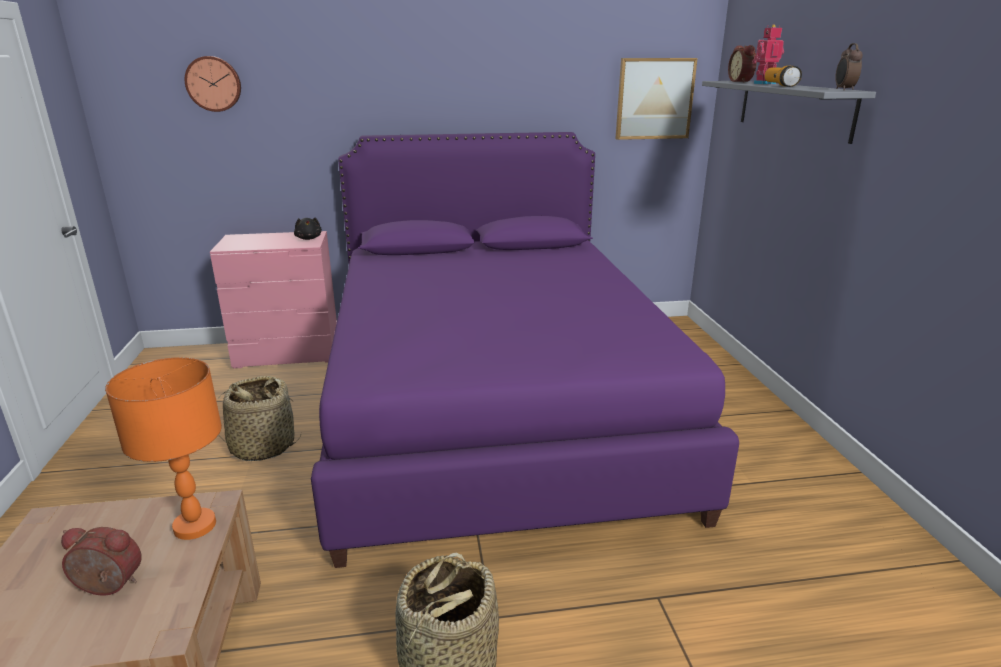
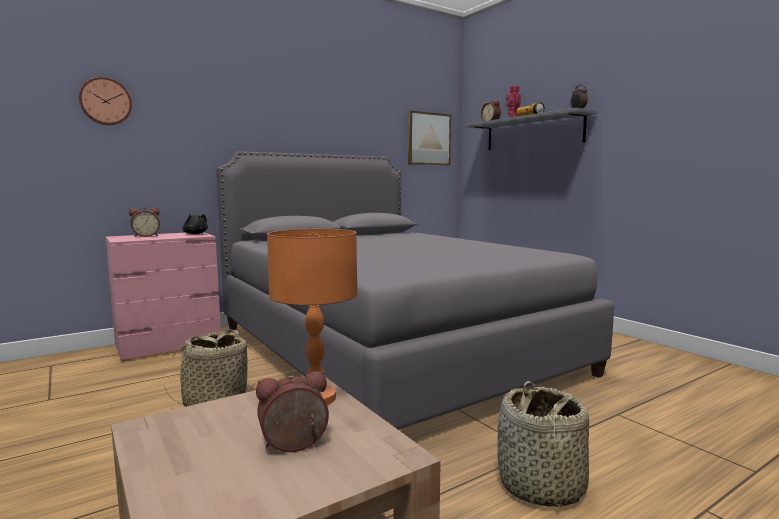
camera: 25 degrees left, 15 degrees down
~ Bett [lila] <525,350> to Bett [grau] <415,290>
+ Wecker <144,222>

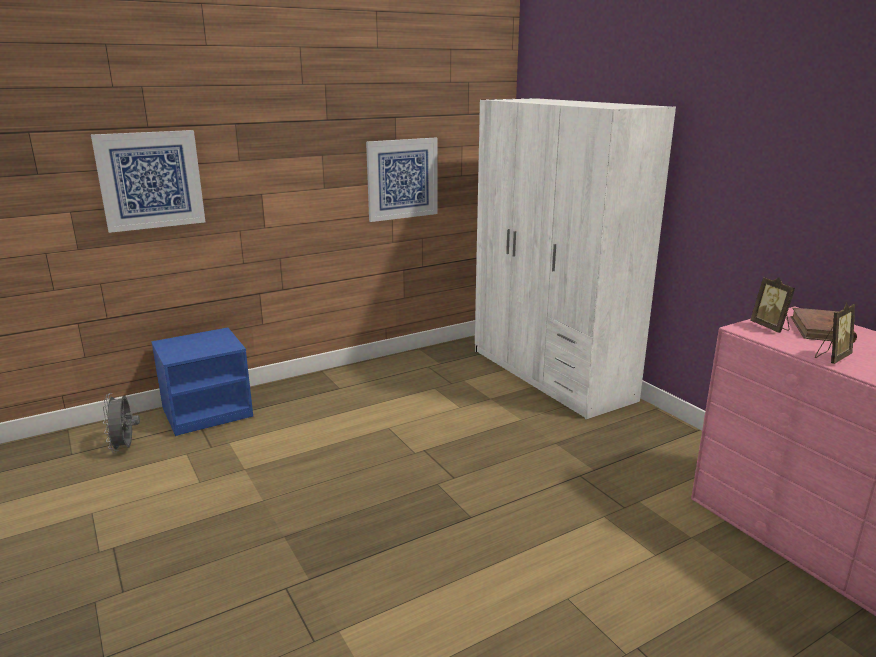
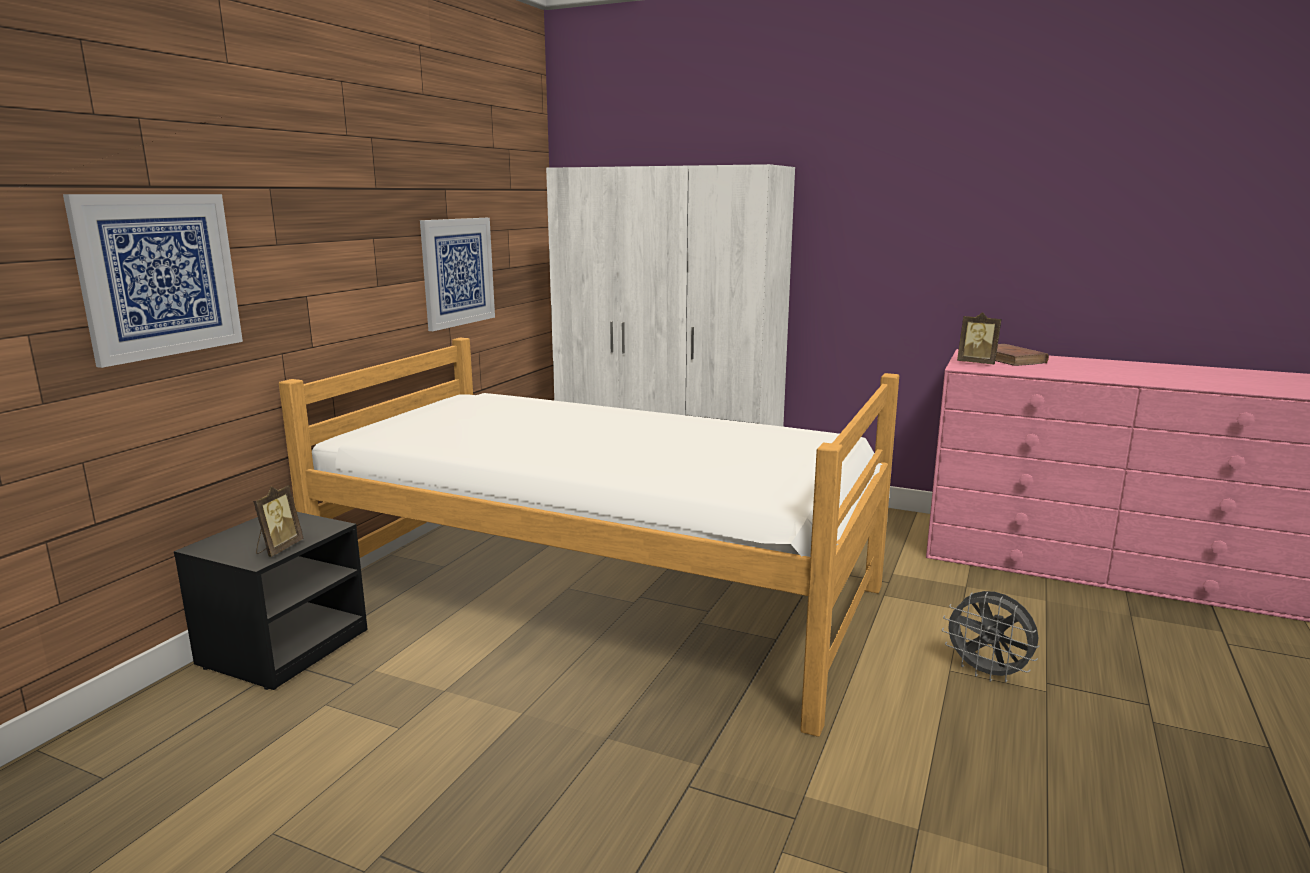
camera: 35 degrees left, 5 degrees down
~ Ventilator [grau] <121,423> to <991,636>
~ Nachttisch [blau] <202,381> to Nachttisch [schwarz] <271,601>
~ Bilderrahmen <835,333> to <278,521>
+ Bett <589,537>

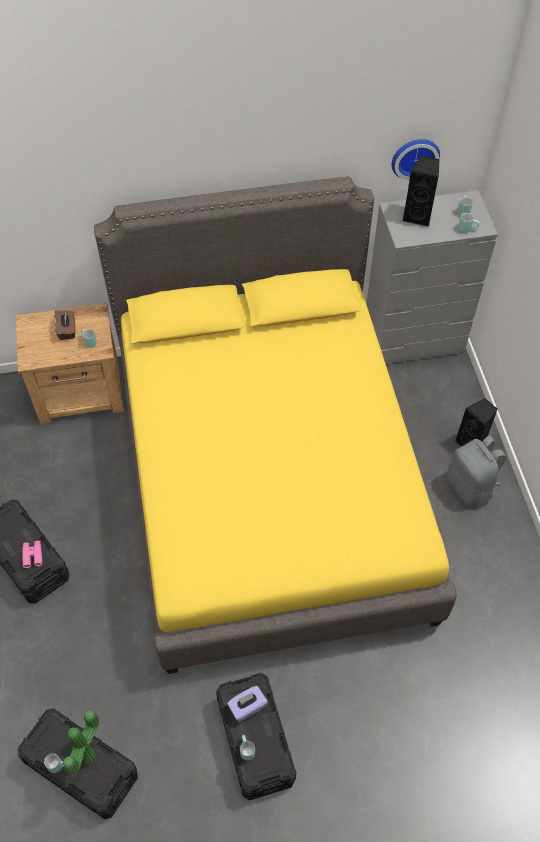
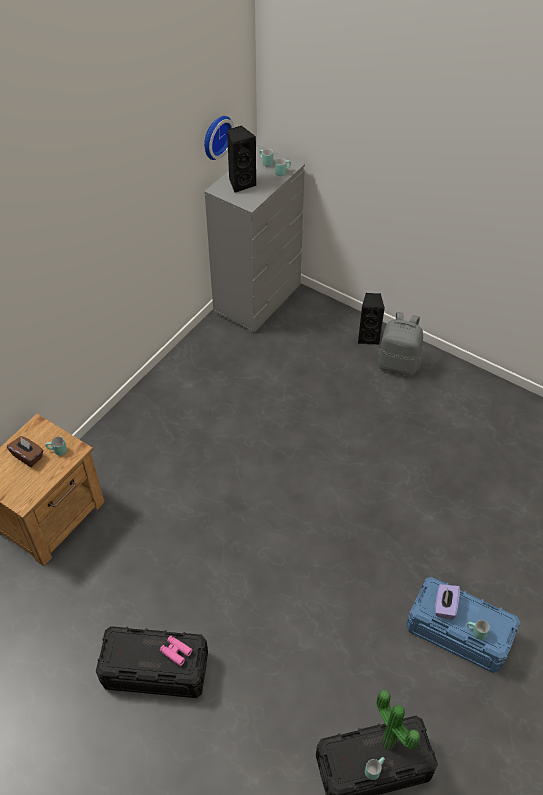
camera: 45 degrees left, 5 degrees down
- Bett [gelb] <275,425>
~ Aufbewahrungsbox [schwarz] <256,736> to Aufbewahrungsbox [blau] <463,625>

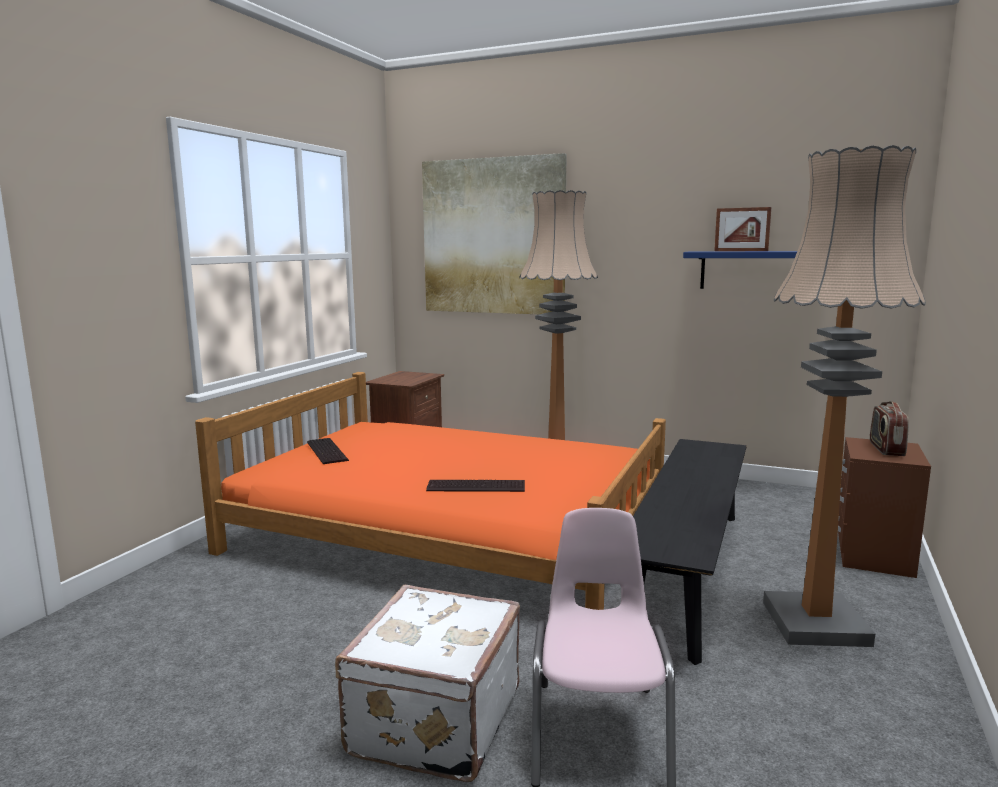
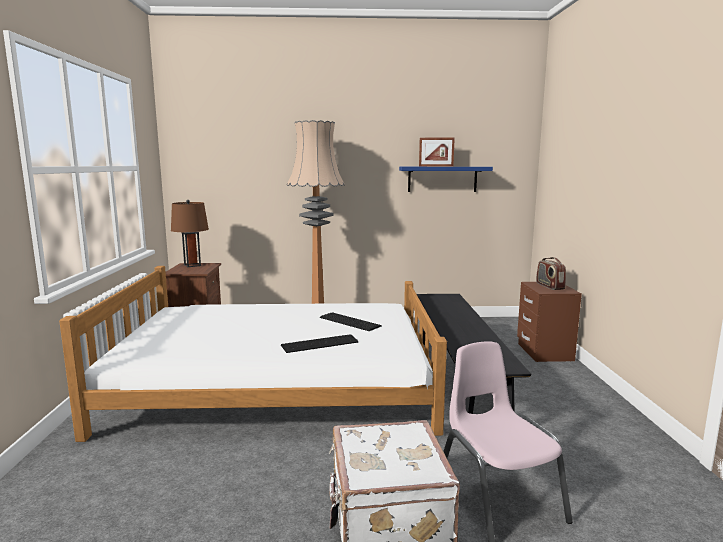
camera: 25 degrees left, 0 degrees up
~ Bett [orange] <430,491> to Bett [weiß] <253,354>
~ Tastatur <328,451> to <351,321>
- Bild <494,233>
- Stehlampe <844,396>
+ Tischlampe [braun] <190,233>

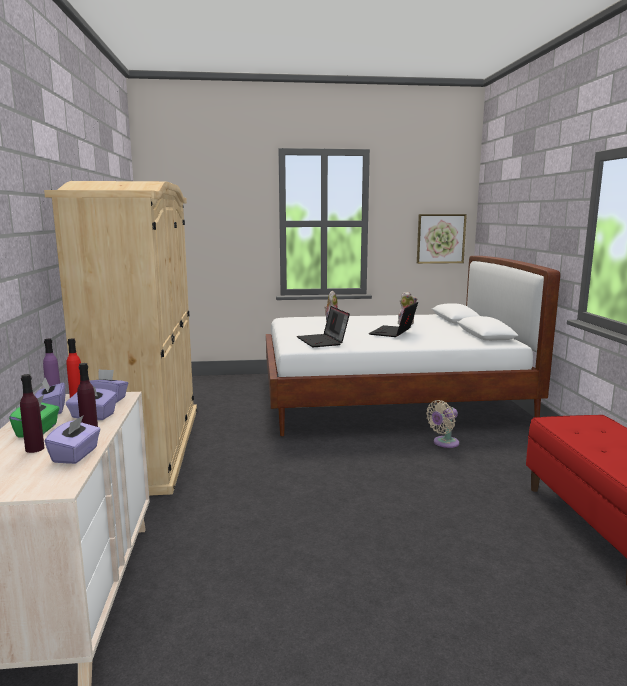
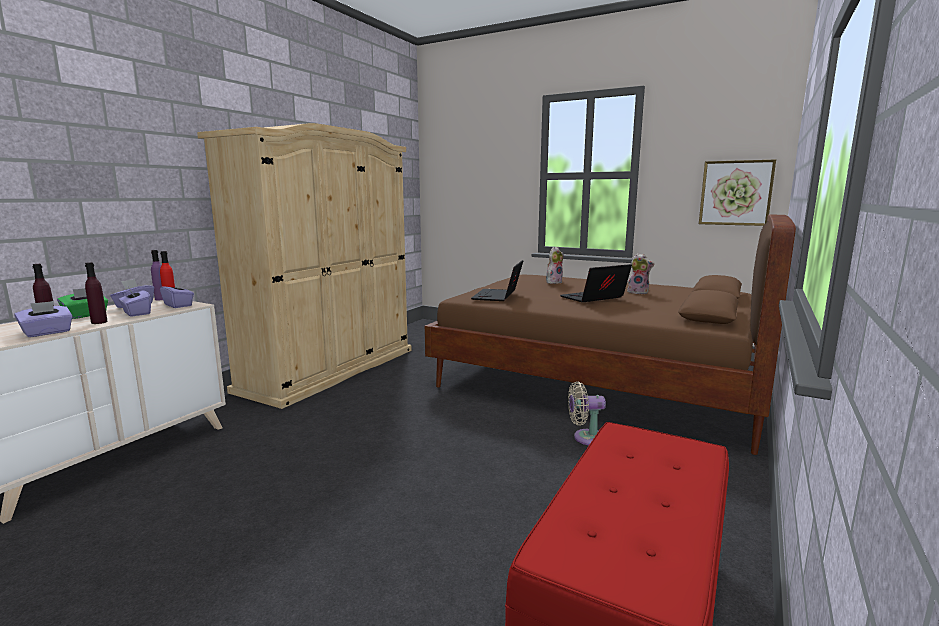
camera: 35 degrees right, 0 degrees up
~ Bett [weiß] <413,346> to Bett [braun] <610,335>

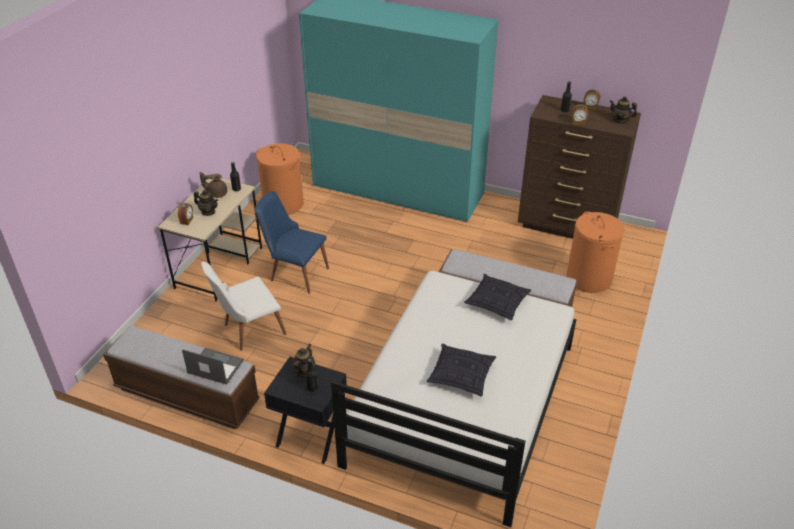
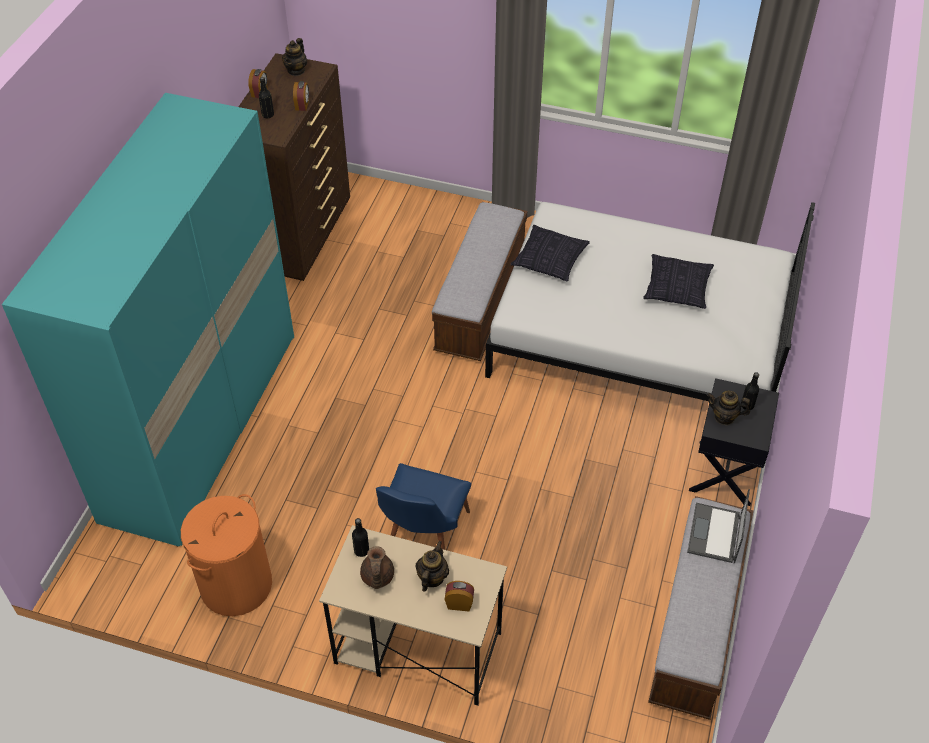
camera: 95 degrees left, 10 degrees up
- Stuhl [weiß] <243,306>
- Wäschekorb [orange] <596,252>

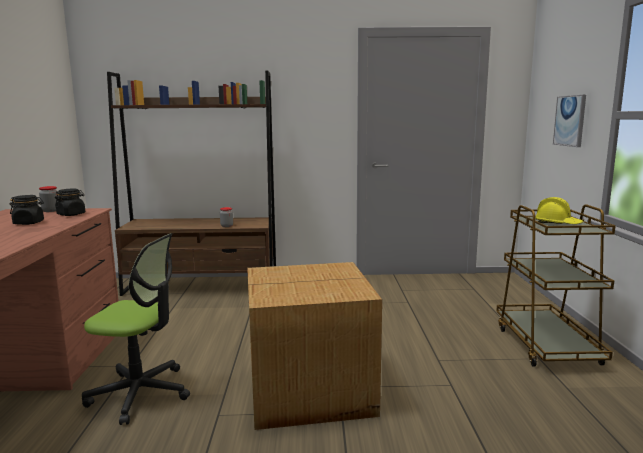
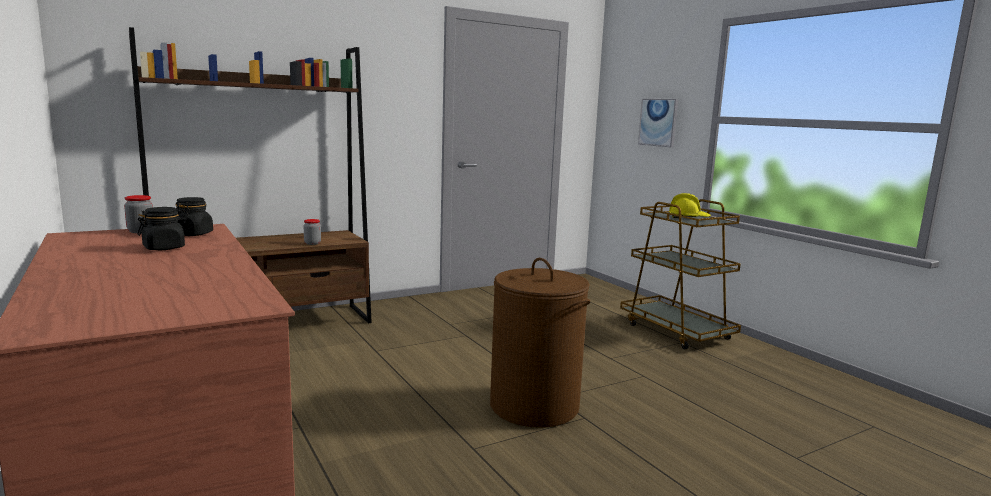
camera: 30 degrees left, 0 degrees up
- Bürostuhl <136,329>
~ Karton <314,346> to Wäschekorb [braun] <540,343>

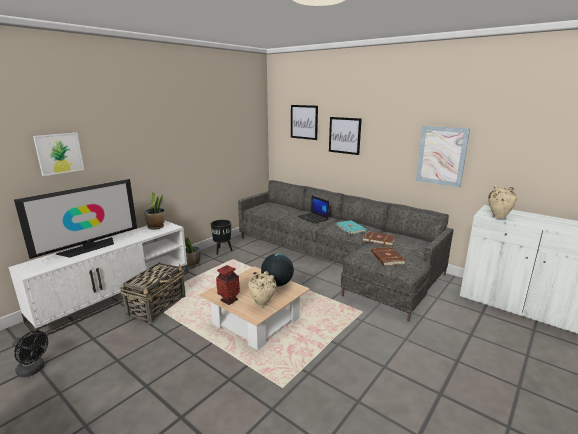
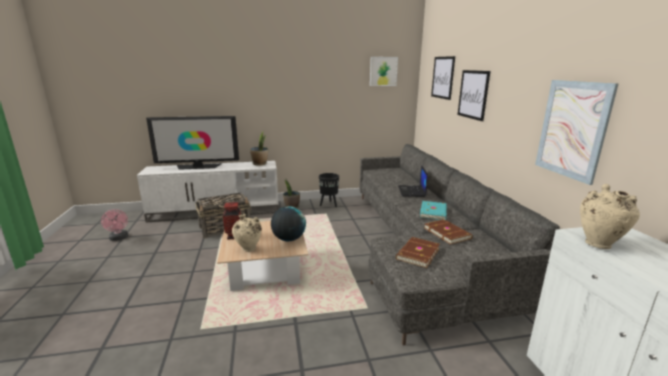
camera: 40 degrees right, 0 degrees up
~ Ventilator [schwarz] <30,354> to Ventilator [rosa] <114,225>
~ Bild <58,154> to <384,71>

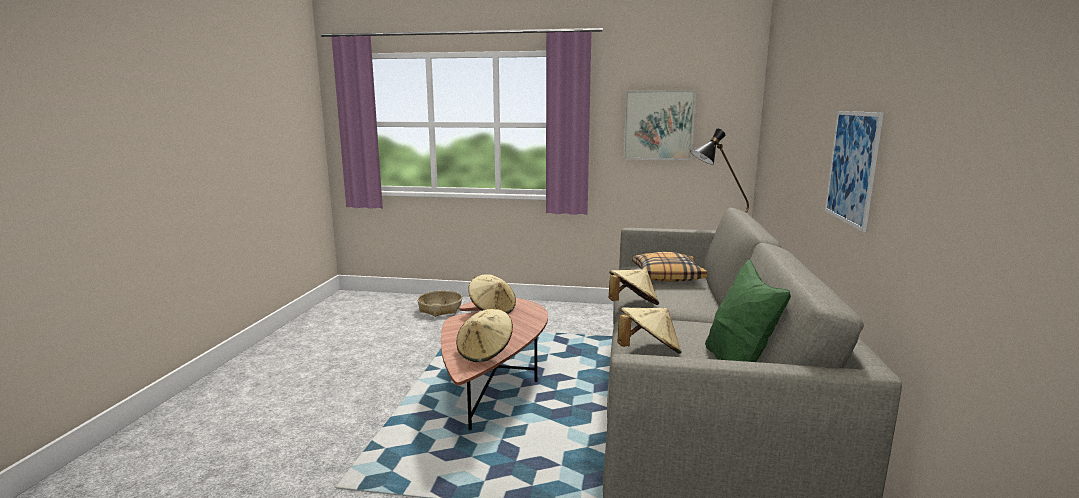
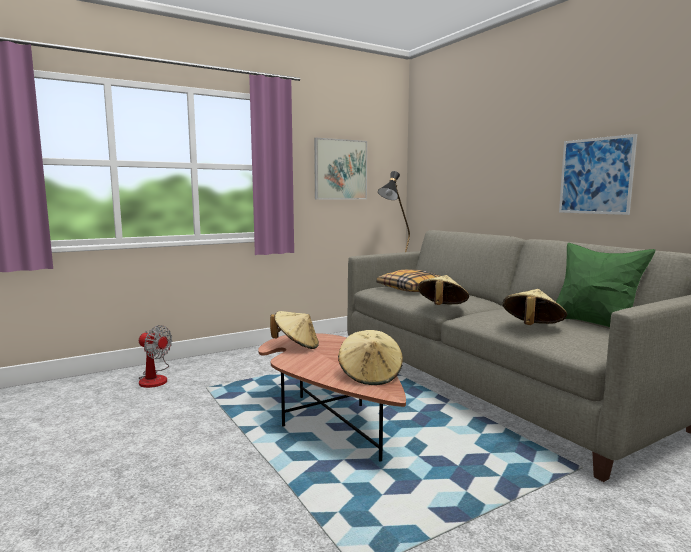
camera: 40 degrees left, 5 degrees down
~ Korb <439,304> to Ventilator <155,356>

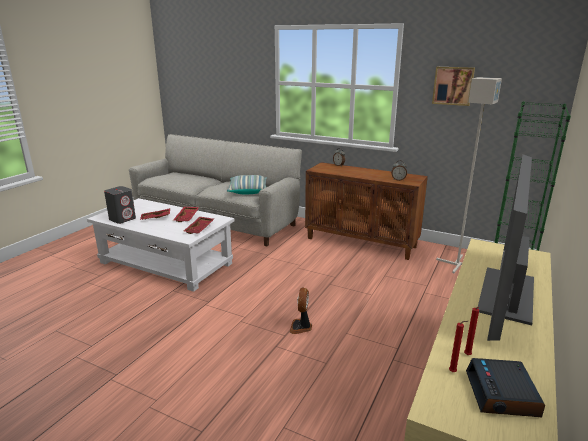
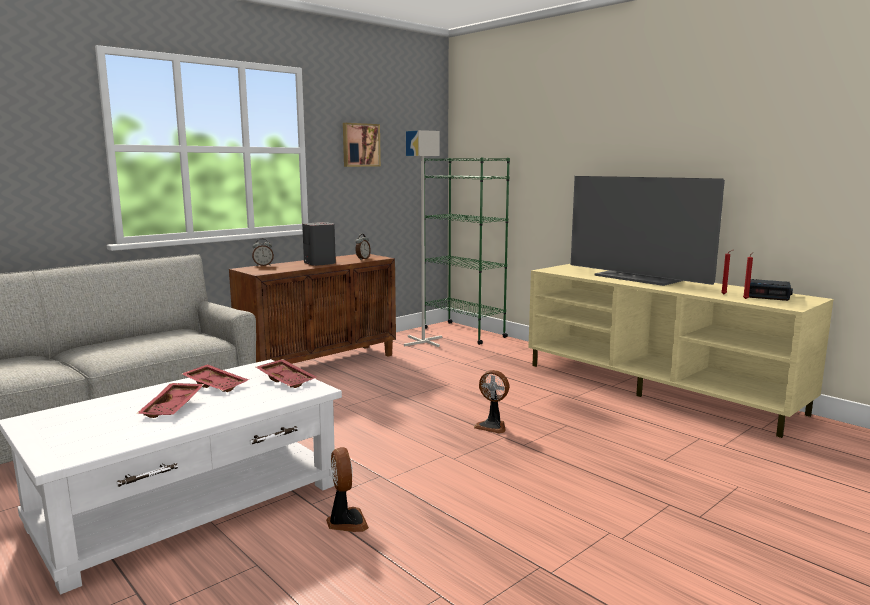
camera: 70 degrees left, 10 degrees down
~ Lautsprecher [grau] <120,205> to <319,244>
- Kissen <247,185>
+ Ventilator <347,489>

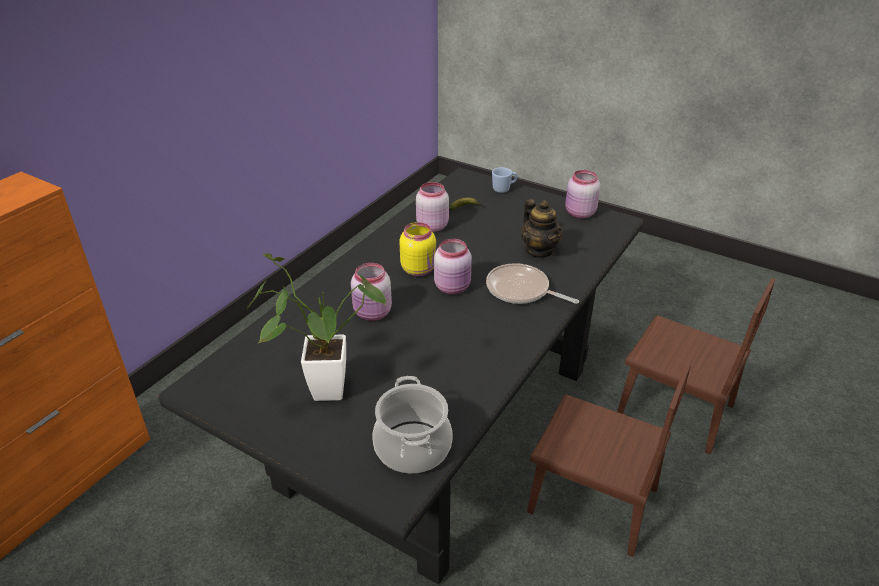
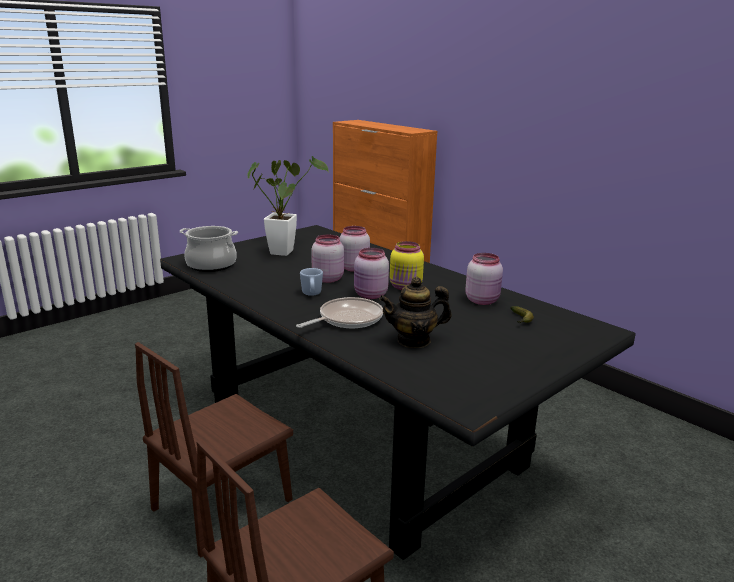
camera: 105 degrees right, 15 degrees down
~ Henkelbecher [blau] <505,180> to <311,282>
~ Vorratsglas [rosa] <582,194> to <327,259>

